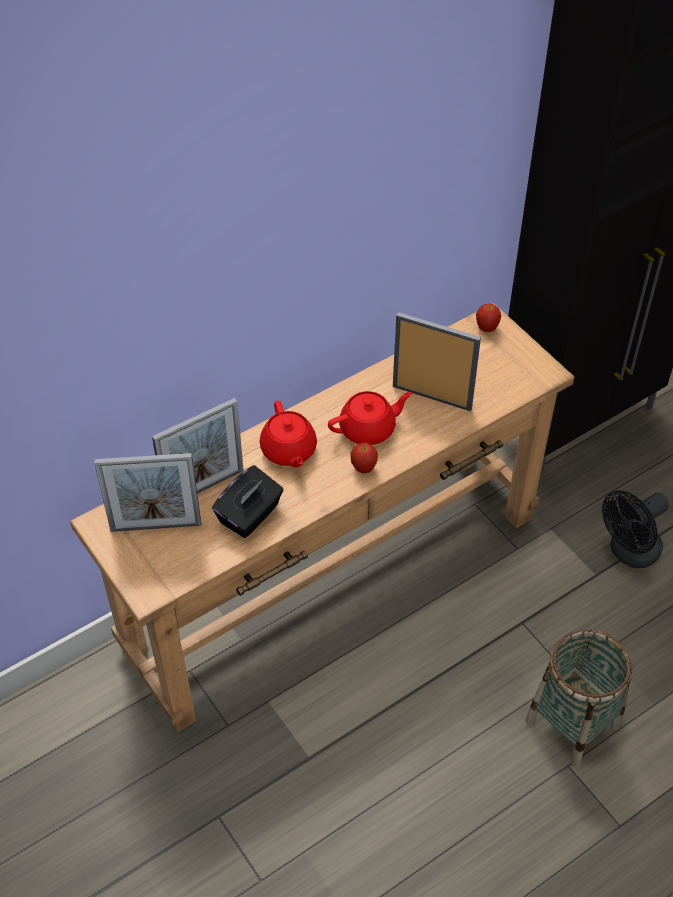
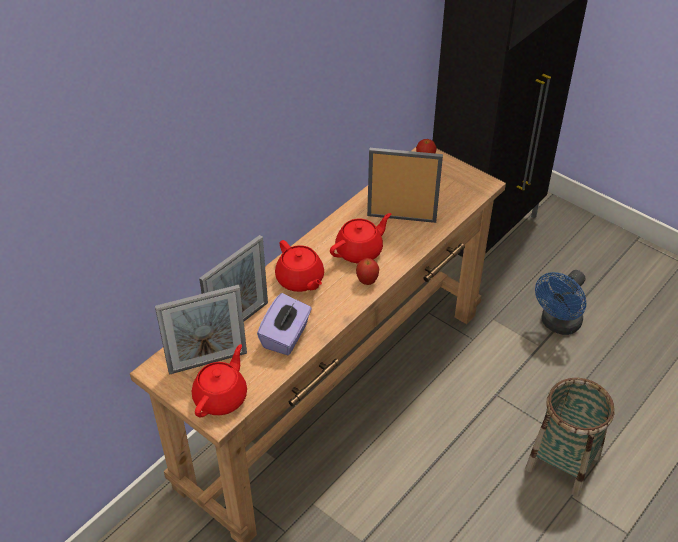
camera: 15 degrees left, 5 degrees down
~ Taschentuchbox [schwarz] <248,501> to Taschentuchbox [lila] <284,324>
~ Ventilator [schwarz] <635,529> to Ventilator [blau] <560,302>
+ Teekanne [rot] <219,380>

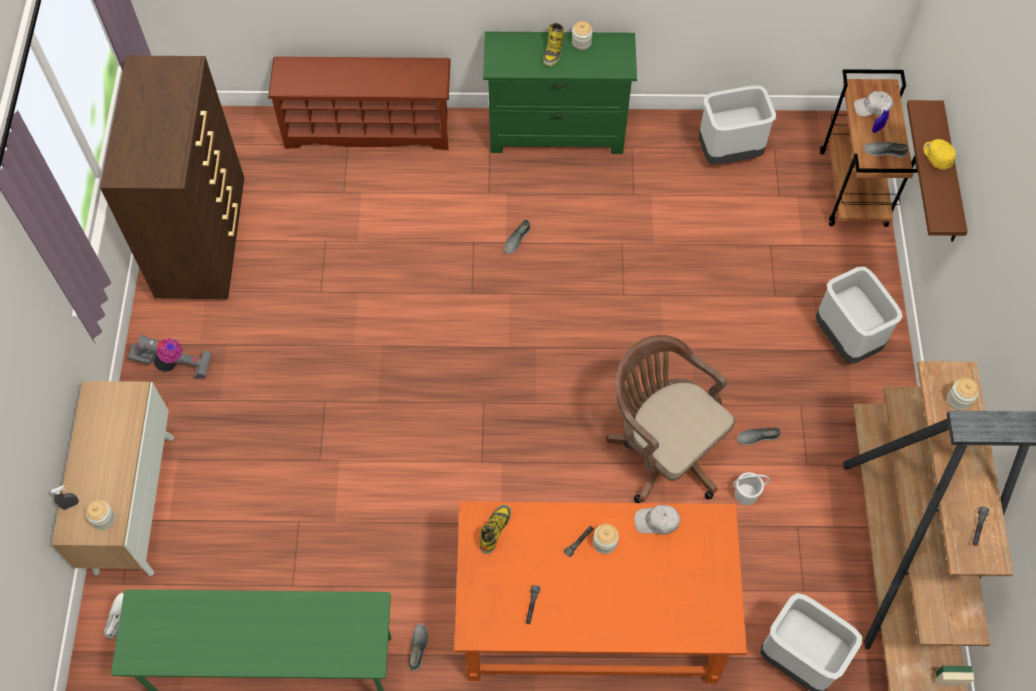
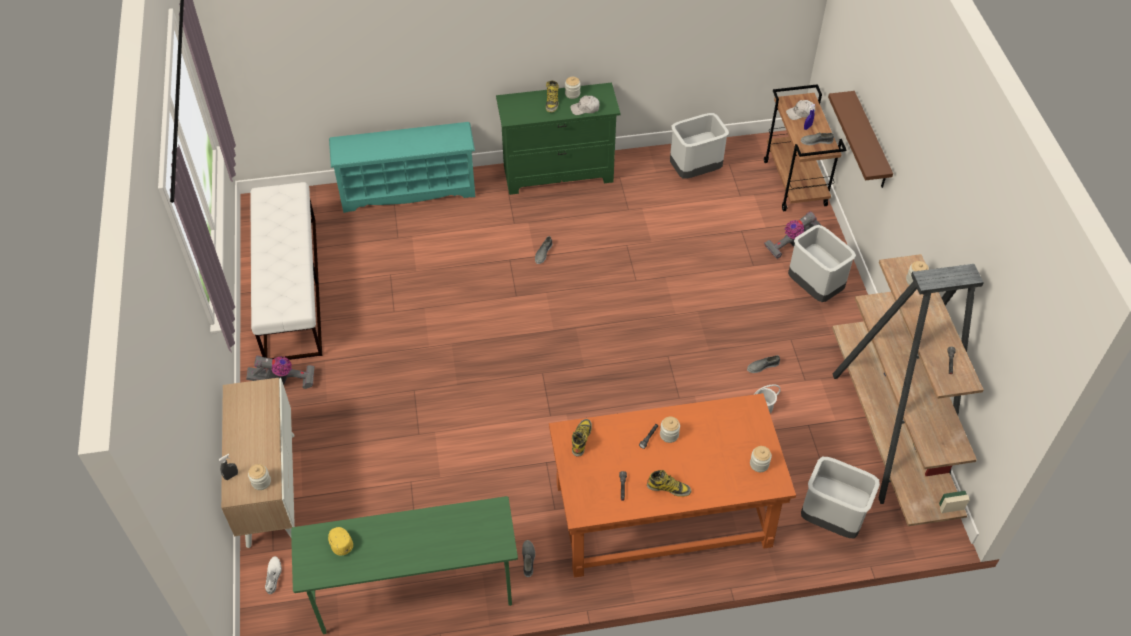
camera: 10 degrees left, 10 degrees down
~ Kommode [braun] <172,177> to Bank [weiß] <286,271>
~ Schuhregal [braun] <359,103> to Schuhregal [türkis] <402,167>
- Bürostuhl [braun] <670,419>
~ Kappe [weiß] <657,520> to <585,105>
~ Kappe [gelb] <939,154> to <340,541>
+ Stiefel <669,483>
+ Vorratsglas <761,459>
+ Staubsauger <793,235>

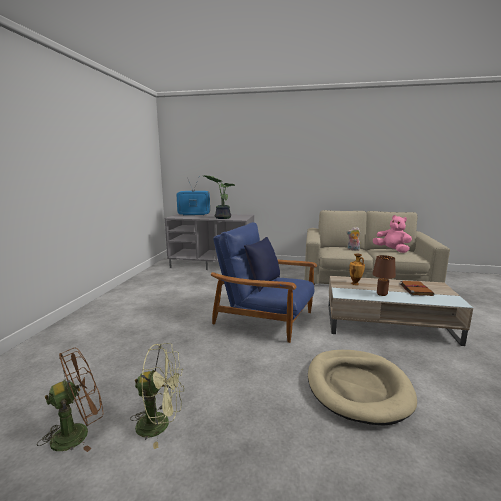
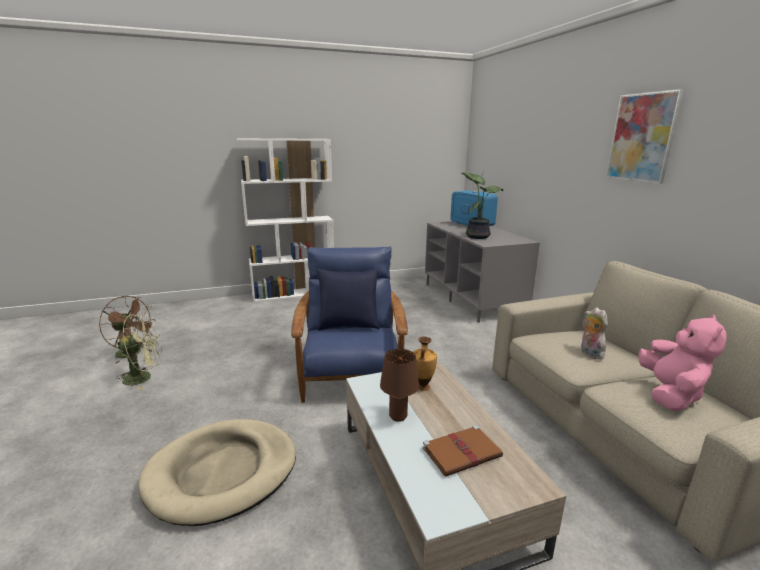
camera: 60 degrees right, 5 degrees up
~ Ventilator [grün] <157,396> = <139,351> 75 degrees counterclockwise
+ Bücherregal [weiß] <285,220>
+ Bild <645,136>

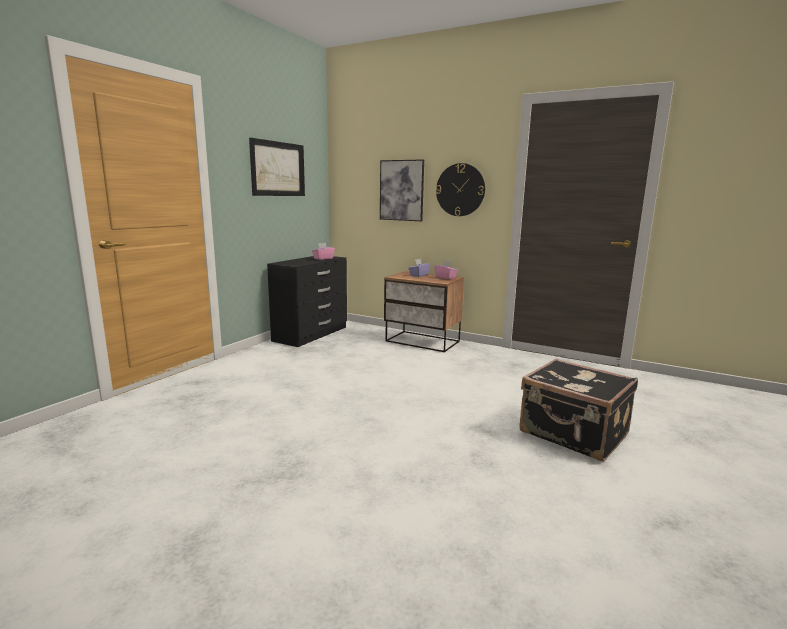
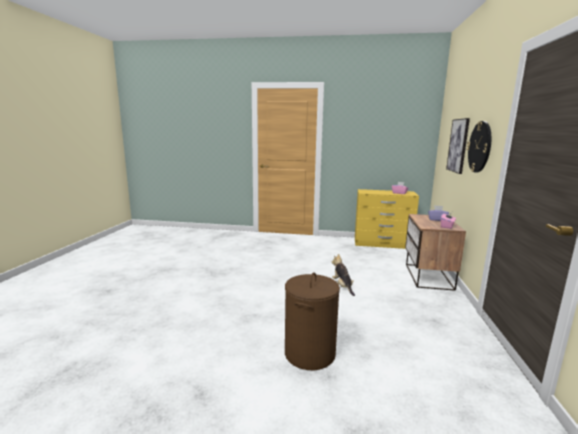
camera: 70 degrees right, 0 degrees up
- Bild <277,167>
~ Kommode [schwarz] <307,301> to Kommode [gelb] <387,219>
~ Koffer [schwarz] <578,410> to Wäschekorb [braun] <312,321>
+ Plüschtier <343,275>

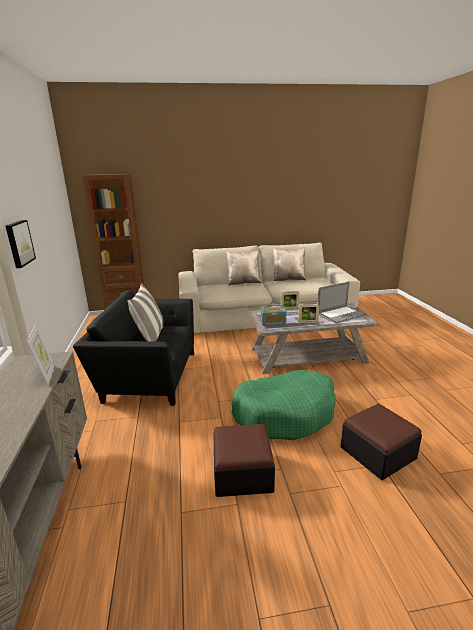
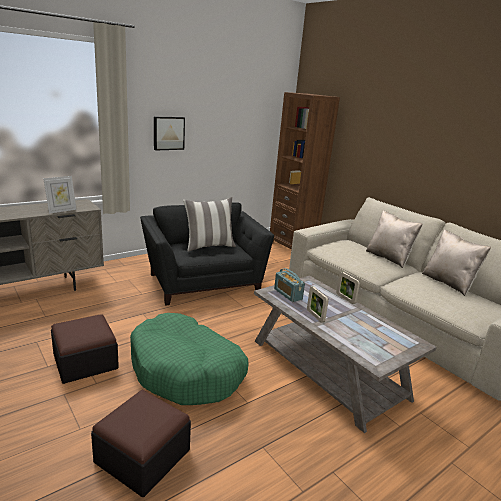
camera: 60 degrees right, 0 degrees up
- Laptop <342,303>

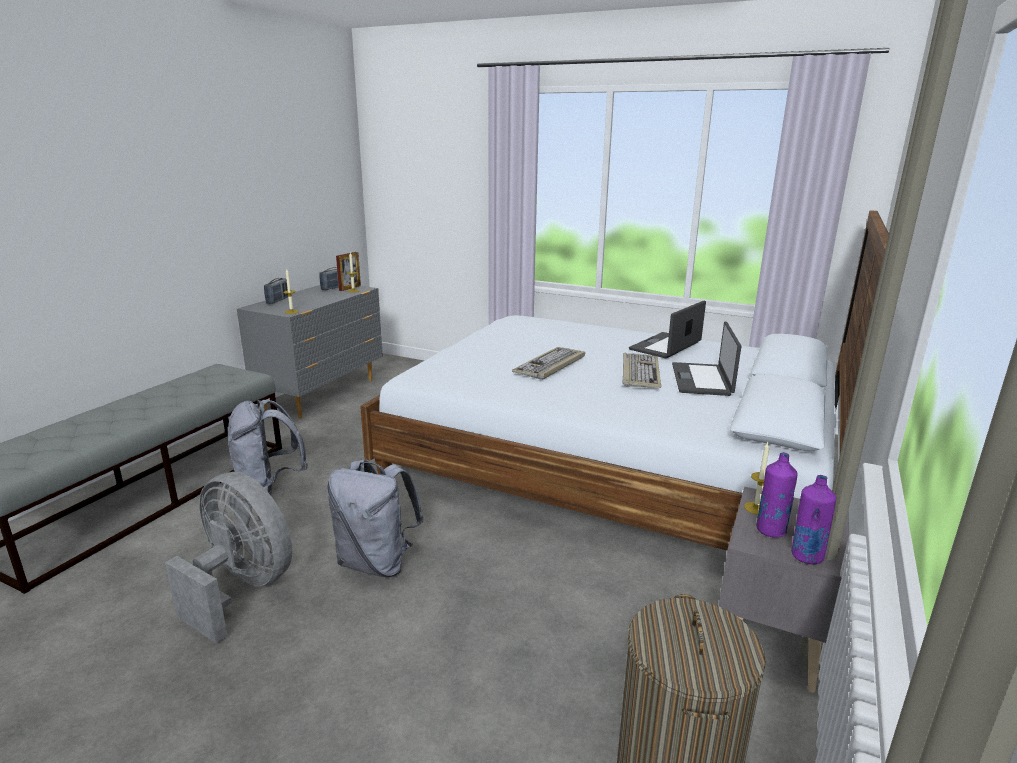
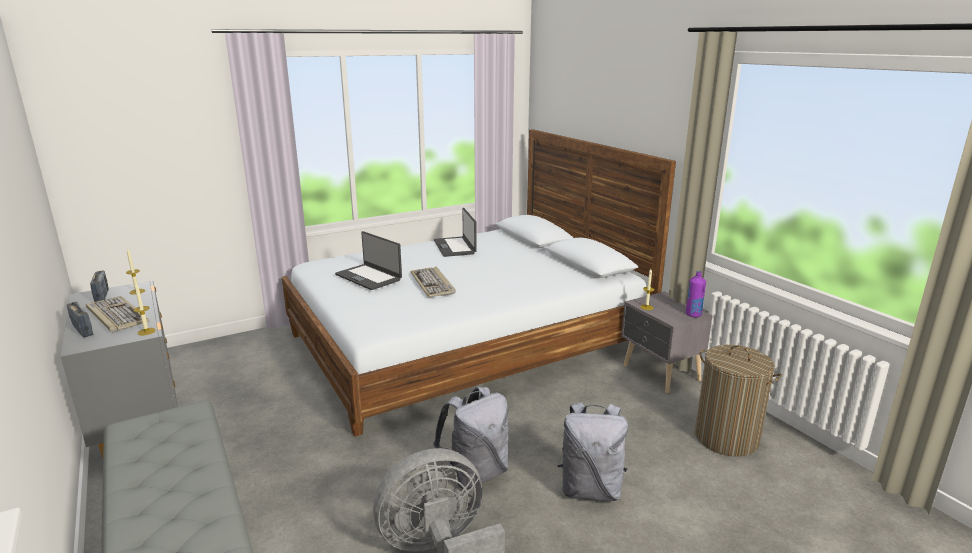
camera: 55 degrees left, 0 degrees up
~ Rucksack [grau] <267,447> to <592,451>
- Bilderrahmen <348,271>
~ Tastatur <641,370> to <118,314>
~ Laptop <706,359> to <368,260>
- Flasche [lila] <777,495>

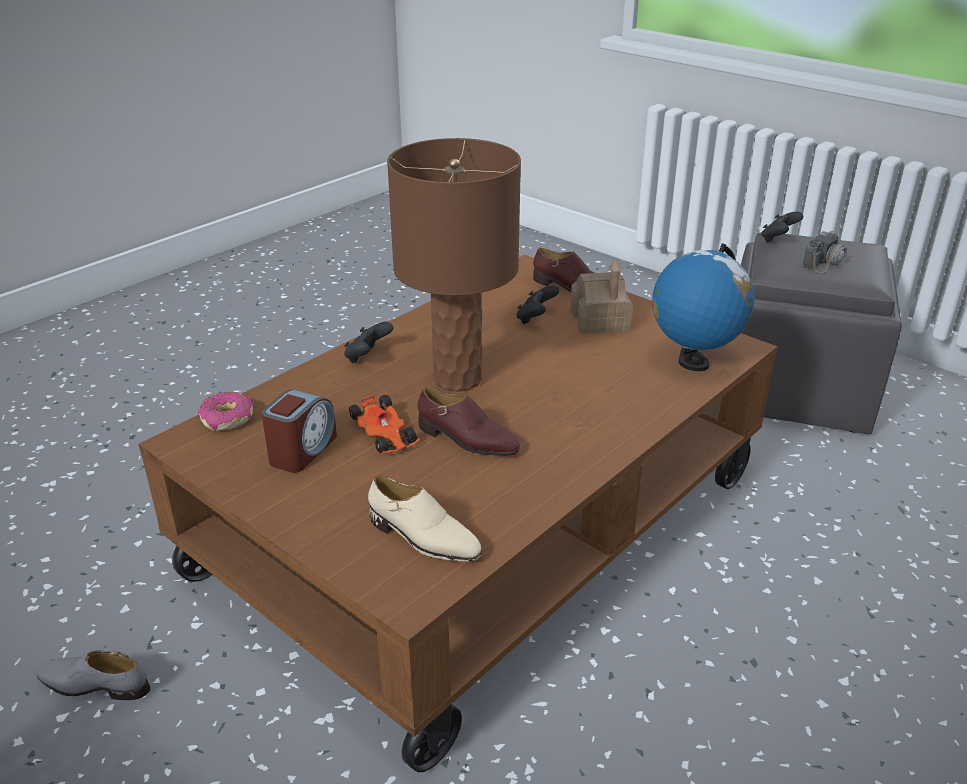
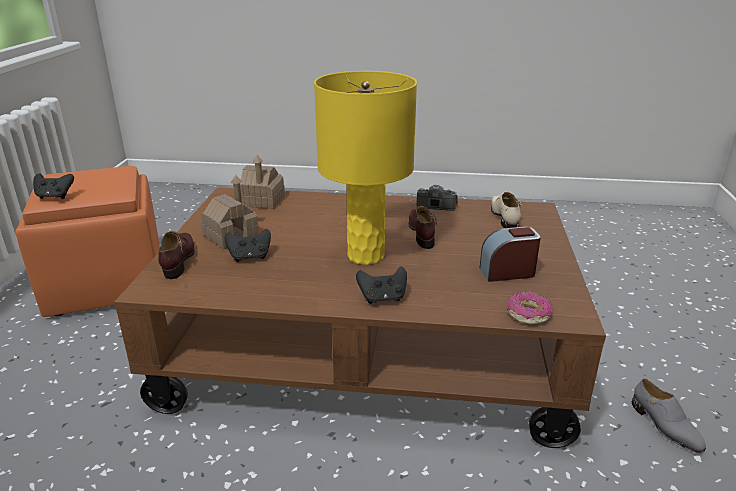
camera: 125 degrees left, 5 degrees down
- Spielzeugauto <384,424>
~ Tischlampe [braun] <454,265> to Tischlampe [gelb] <365,168>
~ Globus <703,307> to Spielzeughaus <262,182>
~ Polsterhocker [grau] <811,333> to Polsterhocker [orange] <88,241>
~ Kamera <830,252> to <433,198>

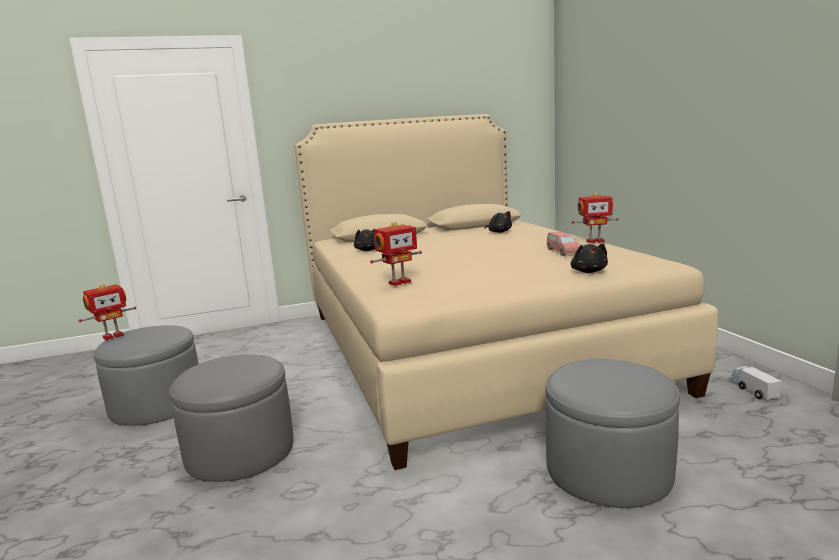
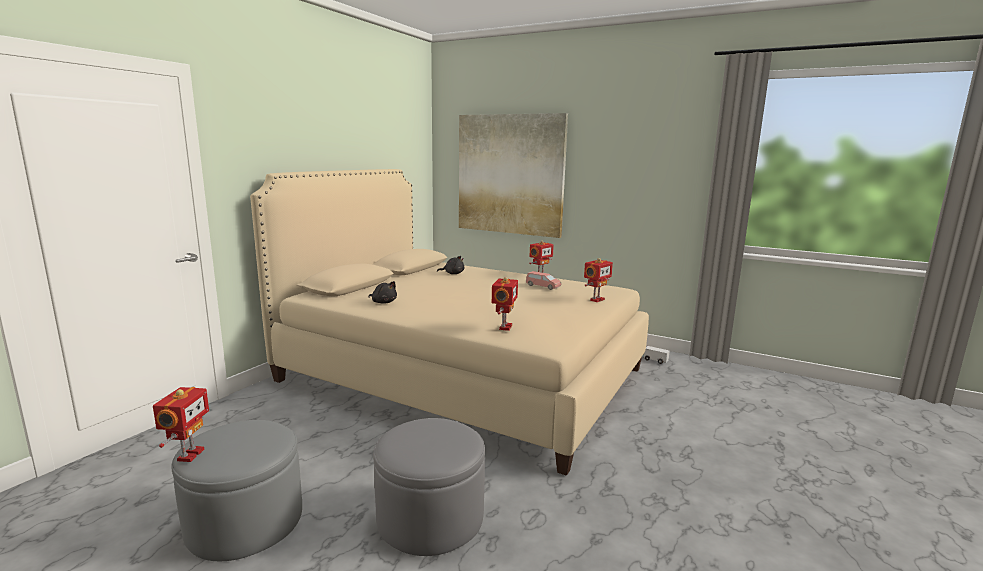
camera: 45 degrees left, 0 degrees up
- Polsterhocker [grau] <612,433>
~ Plüschtier [schwarz] <589,258> to Spielzeugroboter <598,280>
+ Bild <513,175>

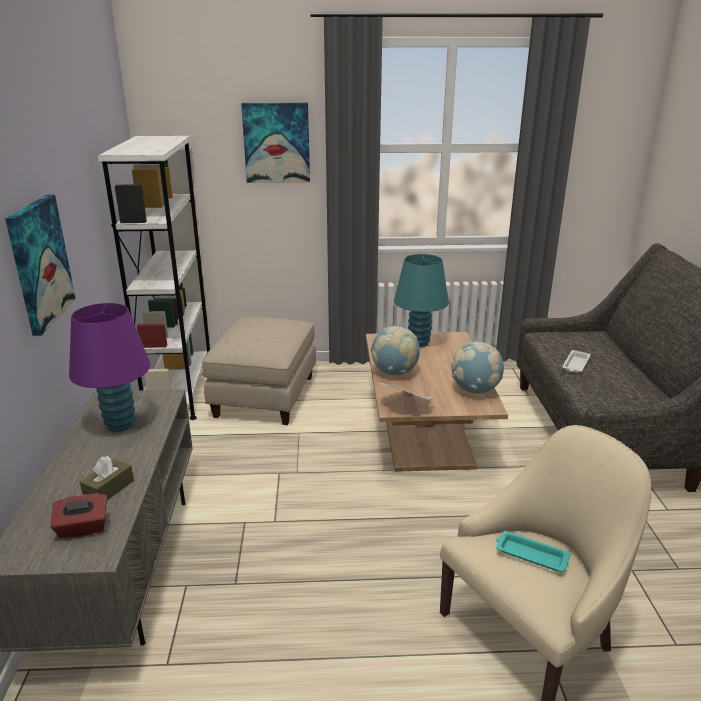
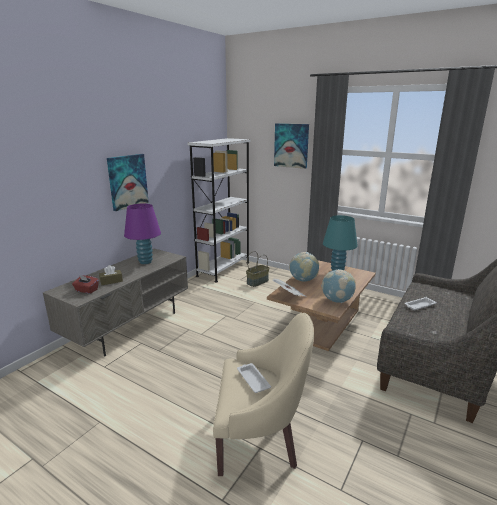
camera: 35 degrees right, 5 degrees down
~ Polsterhocker [beige] <259,371> to Korb <257,269>
~ Tablett [türkis] <533,551> to Tablett [weiß] <254,378>

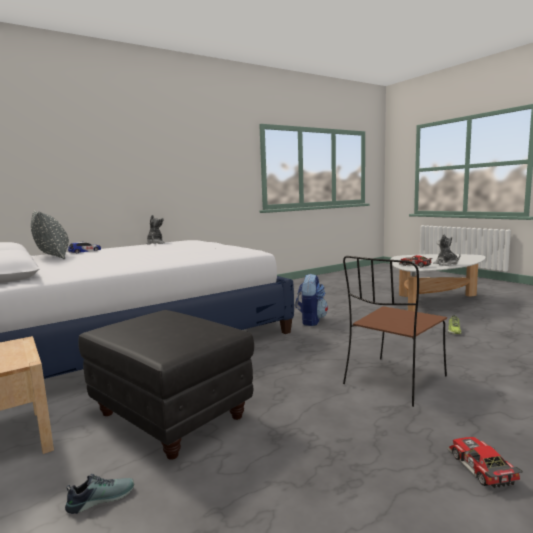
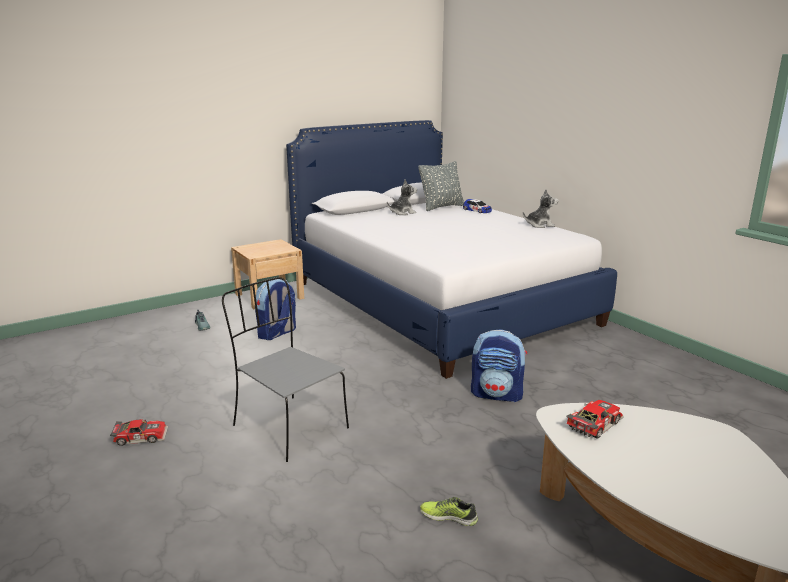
camera: 90 degrees right, 10 degrees up
~ Polsterhocker [schwarz] <166,385> to Rucksack <275,309>
~ Stuhl [braun] <395,331> to Stuhl [grau] <285,369>
~ Plüschtier <446,250> to <402,197>

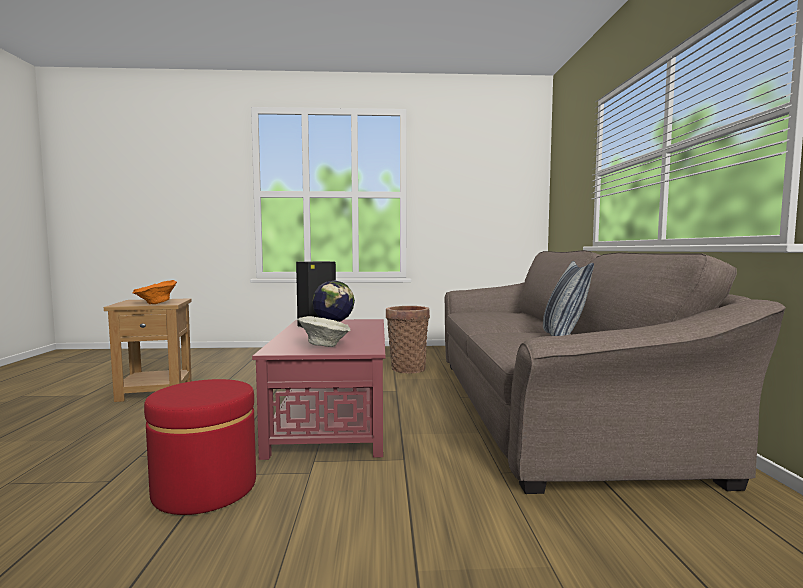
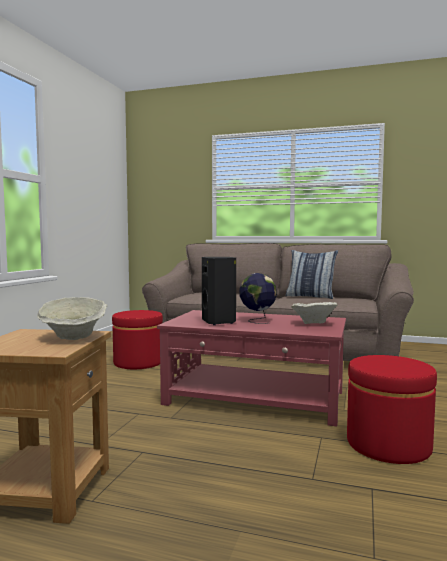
camera: 70 degrees left, 0 degrees up
~ Schüssel [orange] <154,292> to Schüssel [beige] <72,318>
~ Korb <408,339> to Polsterhocker [rot] <137,339>

